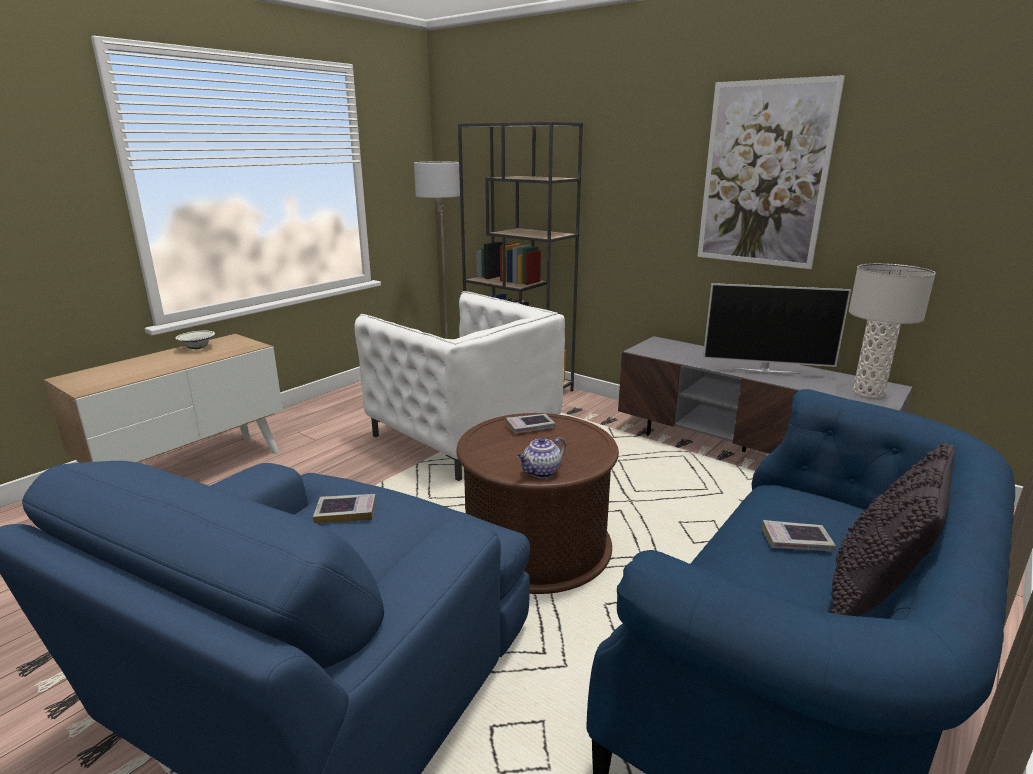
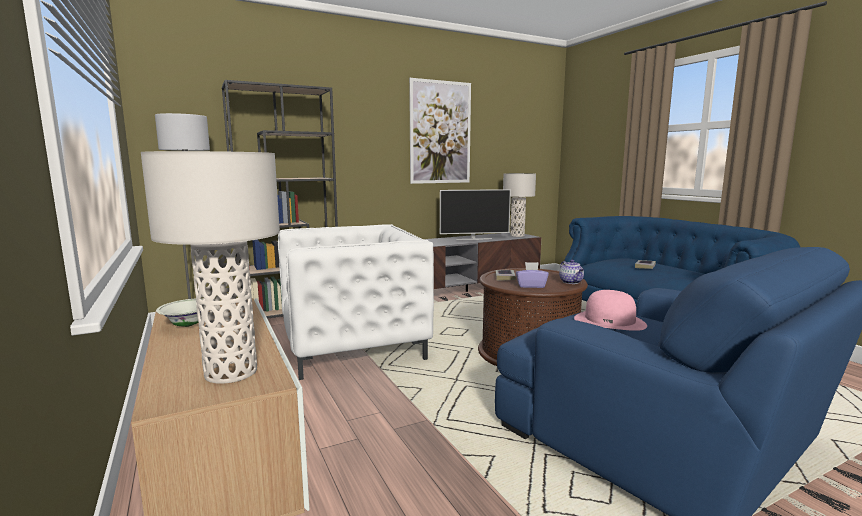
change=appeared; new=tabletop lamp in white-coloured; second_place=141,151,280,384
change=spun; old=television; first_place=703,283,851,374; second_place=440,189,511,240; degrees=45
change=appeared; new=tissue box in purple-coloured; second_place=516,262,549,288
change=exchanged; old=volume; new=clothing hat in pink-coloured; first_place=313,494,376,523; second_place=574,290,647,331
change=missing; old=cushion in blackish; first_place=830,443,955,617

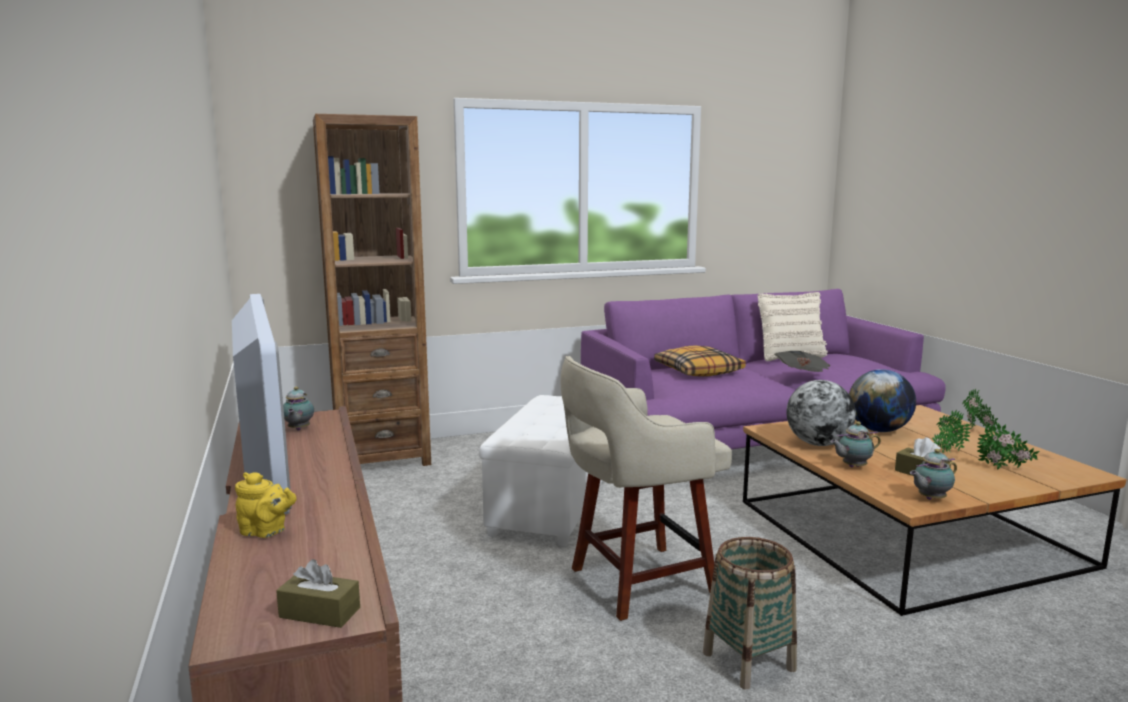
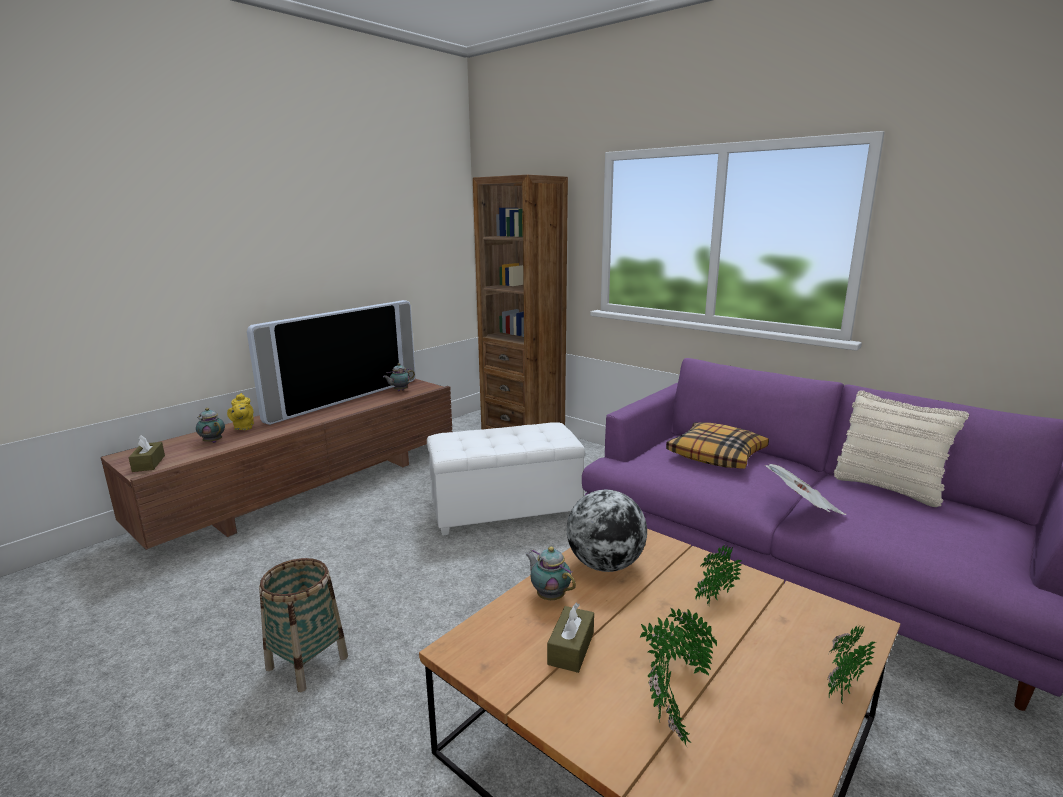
change=relocated; old=tea pot; first_place=910,449,957,500; second_place=196,408,225,443
change=exchanged; old=desk globe; new=houseplant; first_place=849,369,916,432; second_place=695,545,742,607
change=missing; old=stool seat in beige-coloured; first_place=561,356,732,621

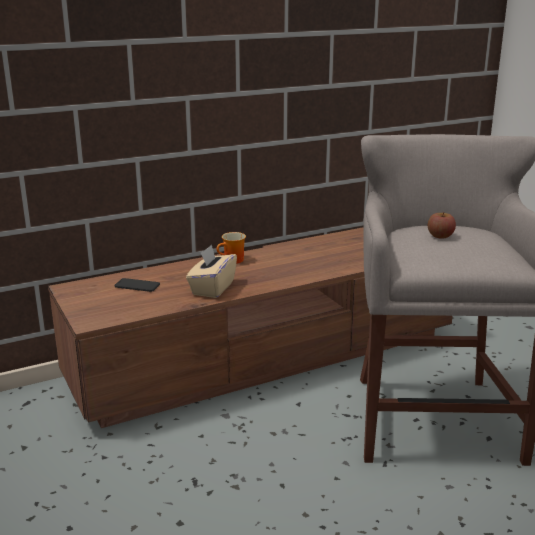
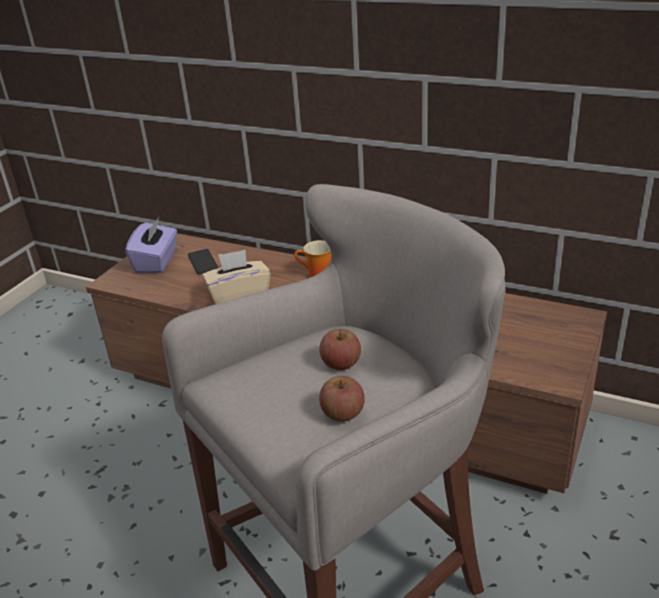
change=appeared; new=tissue box in purple-coloured; second_place=125,218,177,273
change=appeared; new=whole apple; second_place=319,376,365,422

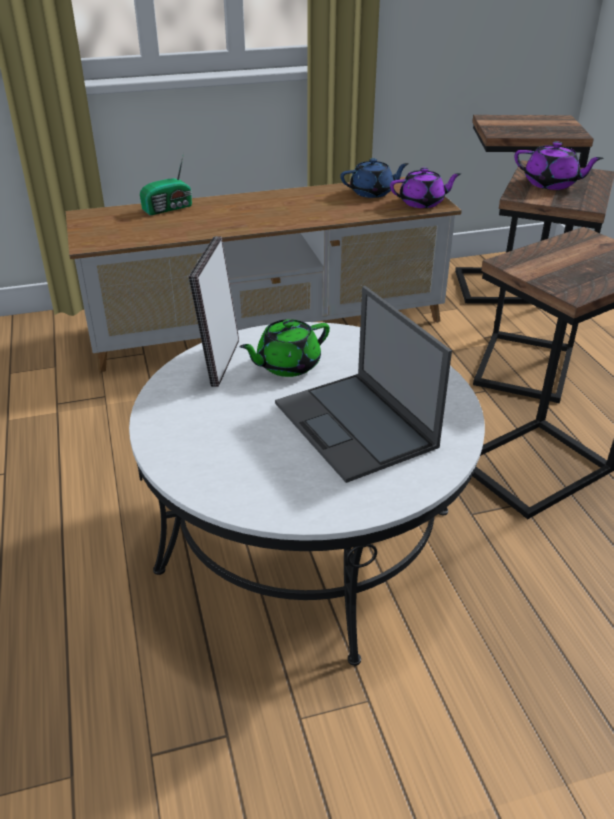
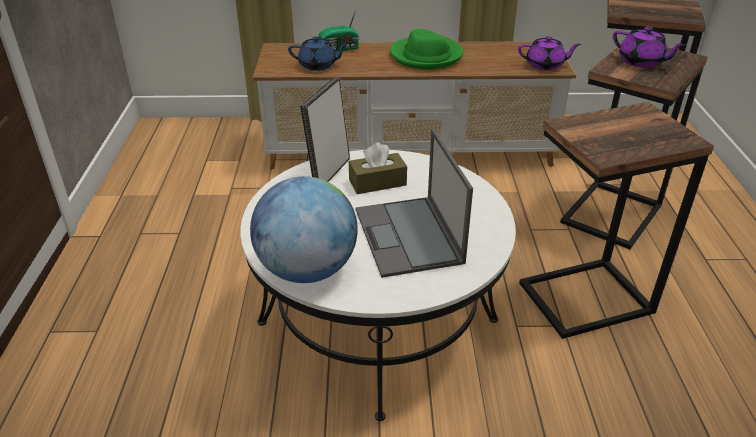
change=appeared; new=desk globe; second_place=250,176,358,283
change=relocated; old=tea pot in bluish; first_place=340,158,409,198; second_place=288,36,348,71
change=exchanged; old=tea pot in greenish; new=tissue box in brownish; first_place=239,319,330,377; second_place=349,142,407,194
change=appeared; new=clothing hat in greenish; second_place=390,29,463,70

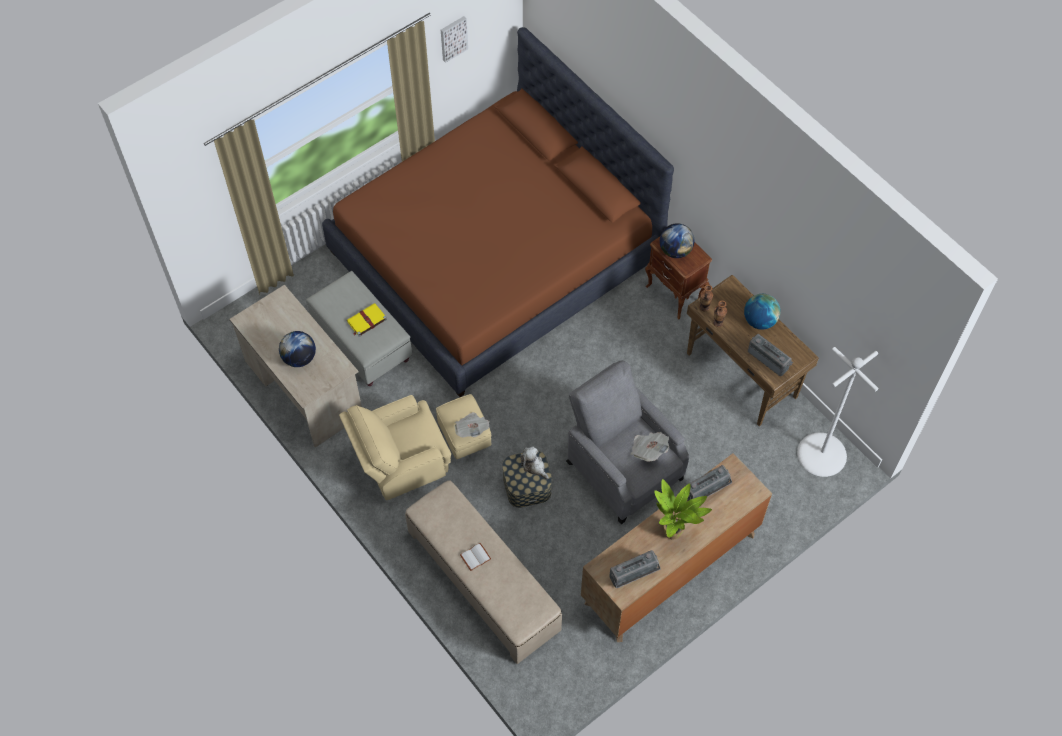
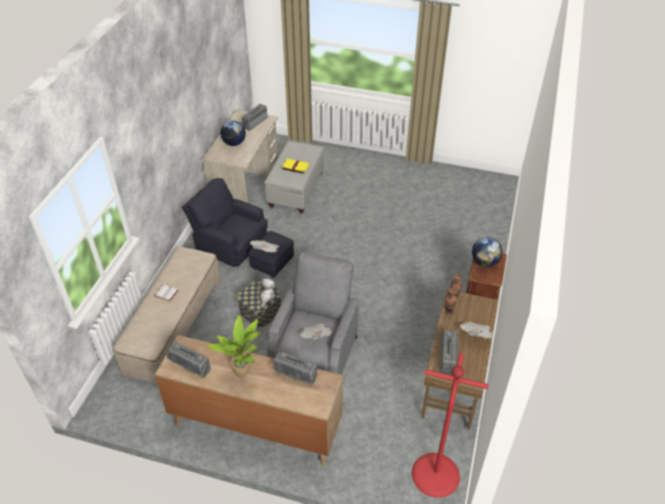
change=colour; old=armchair in beige-coloured; new=armchair in blackish; first_place=339,394,491,500; second_place=182,178,294,278
change=appeared; new=radio set; second_place=240,104,267,131
change=colour; old=garment stand in white-coloured; new=garment stand in reddish; first_place=797,347,879,477; second_place=412,353,489,498
change=exchanged; old=desk globe; new=printed paper; first_place=744,294,781,330; second_place=460,321,493,339
change=missing; old=bed in brownish; first_place=322,27,674,397
change=missing; old=wall art; first_place=441,16,468,63

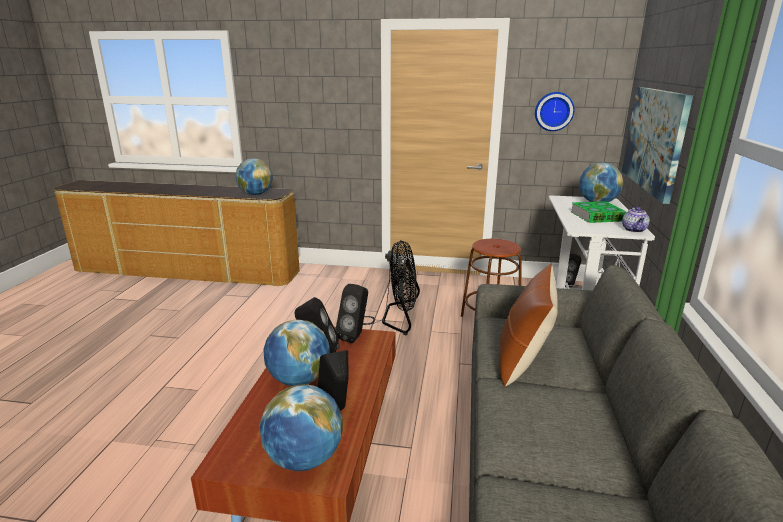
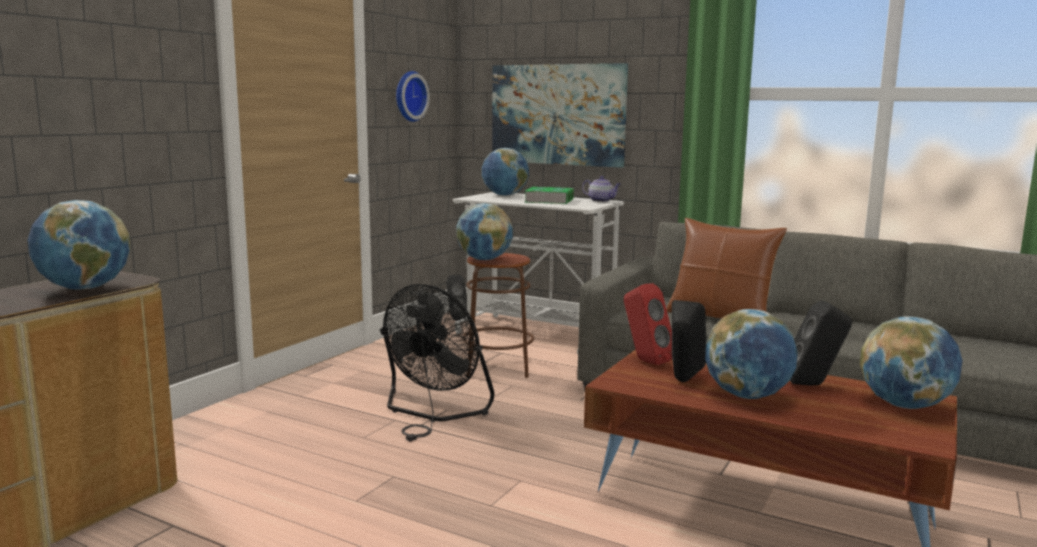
change=appeared; new=desk globe; second_place=456,203,513,260
change=colour; old=speaker in blackish; new=speaker in reddish; first_place=335,284,368,343; second_place=624,283,672,365

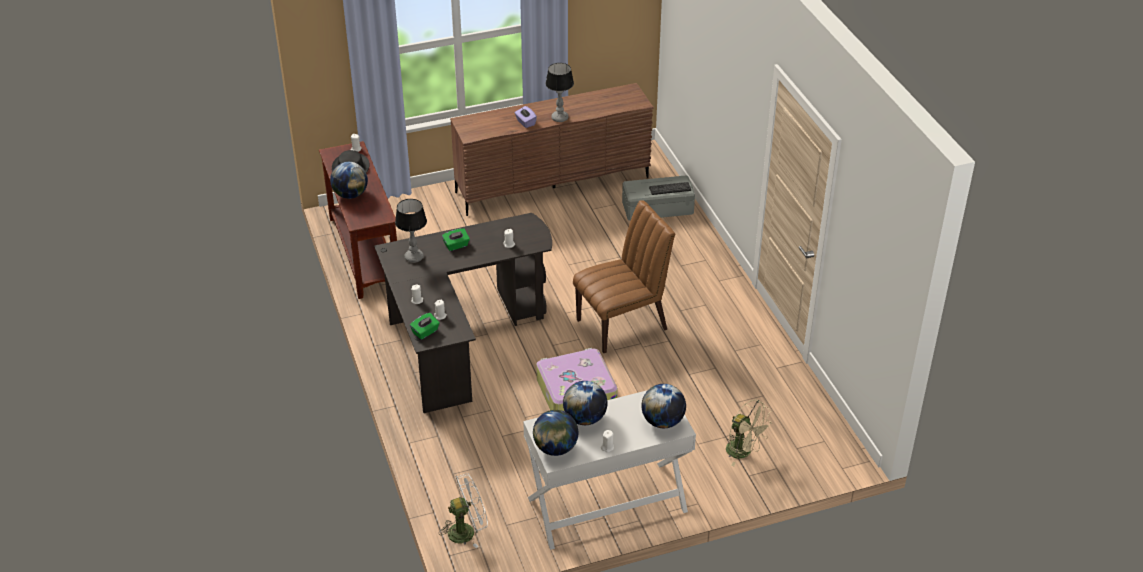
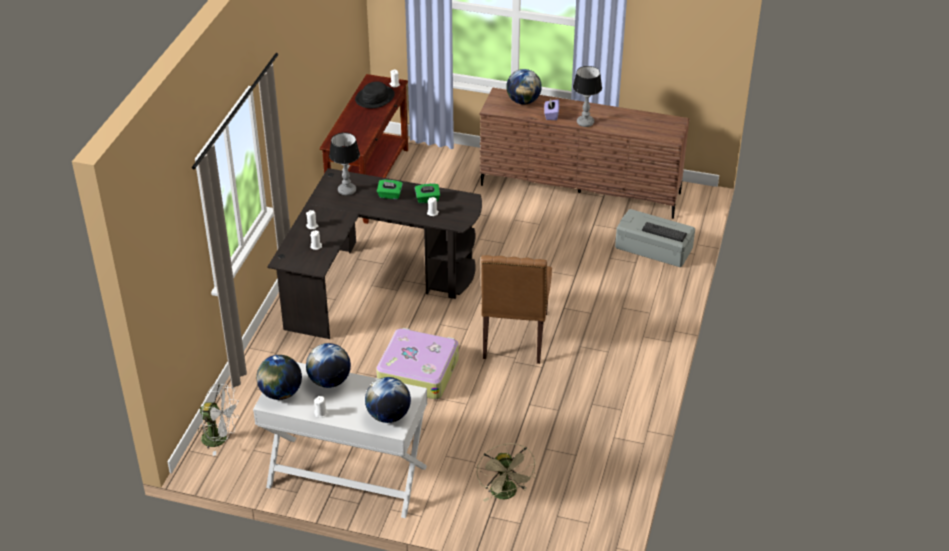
change=relocated; old=tissue box in greenish; first_place=410,313,440,340; second_place=415,184,440,203
change=spun; old=chair in brownish; first_place=573,201,675,353; second_place=481,255,552,364; degrees=90
change=relocated; old=desk globe; first_place=330,162,368,199; second_place=506,69,542,105

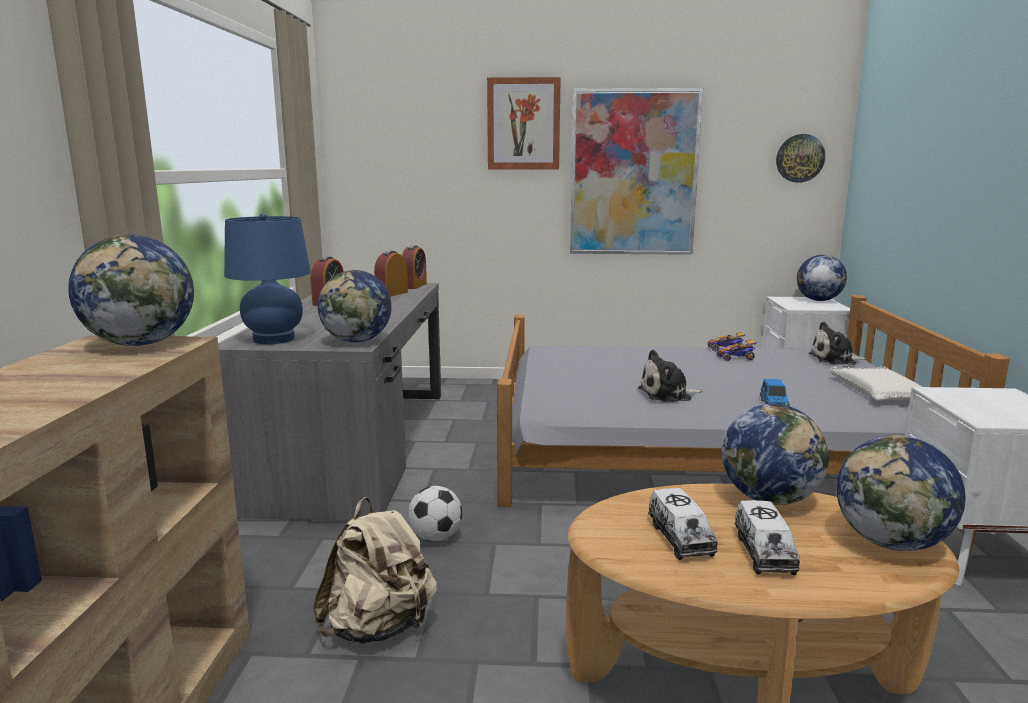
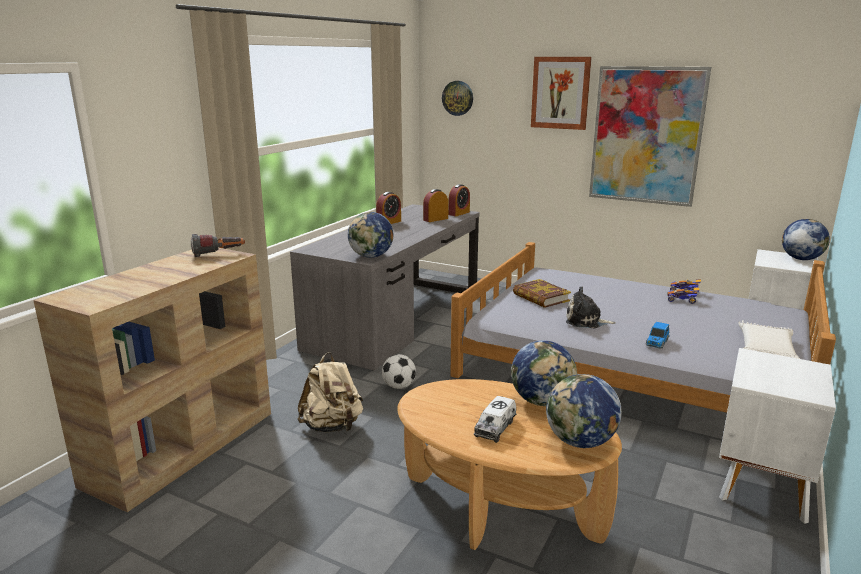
change=exchanged; old=desk globe; new=hand torch; first_place=68,234,194,346; second_place=191,234,245,257
change=relocated; old=hanging clock; first_place=776,134,825,183; second_place=442,81,473,116
change=appeared; new=volume; second_place=513,279,571,308
change=missing; old=tabletop lamp in bluish; first_place=224,213,311,344
change=missing; old=model truck; first_place=648,488,718,560
change=missing; old=cuddly toy; first_place=808,322,866,365

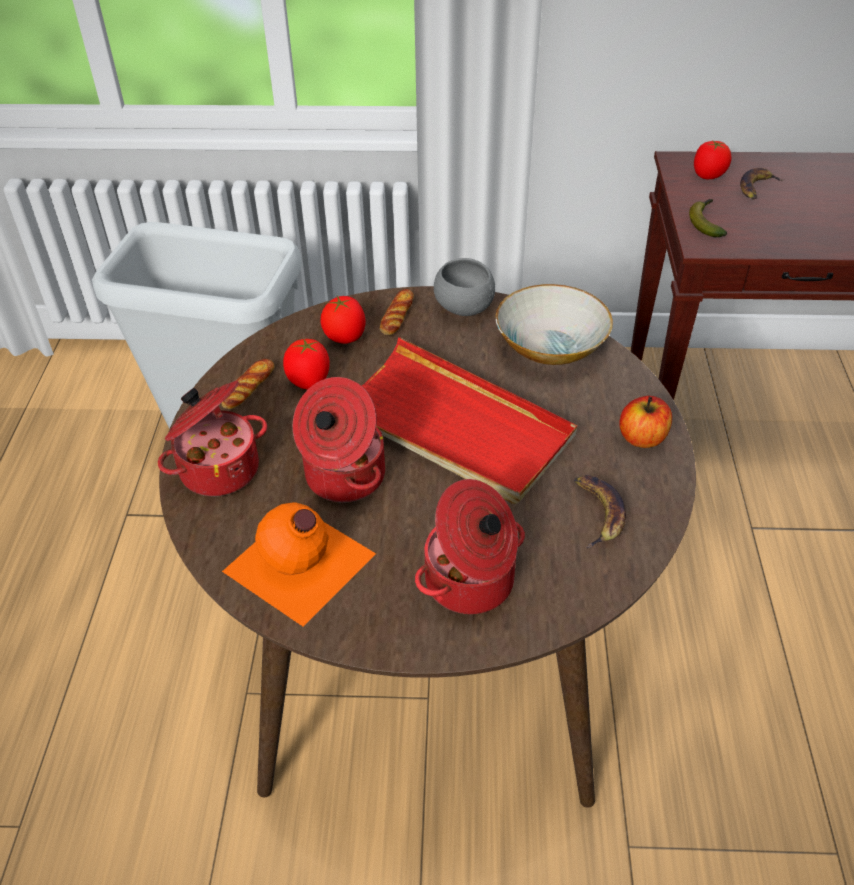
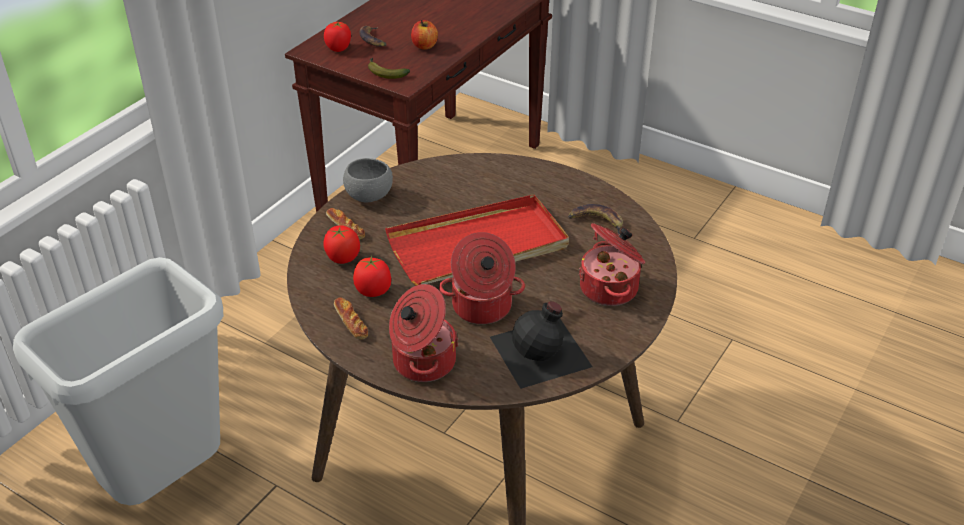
change=relocated; old=whole apple; first_place=619,396,672,448; second_place=411,20,438,50
change=colour; old=drink bottle in orange-coloured; new=drink bottle in blackish; first_place=222,502,376,626; second_place=490,301,593,389
change=missing; old=bowl; first_place=495,284,613,365

